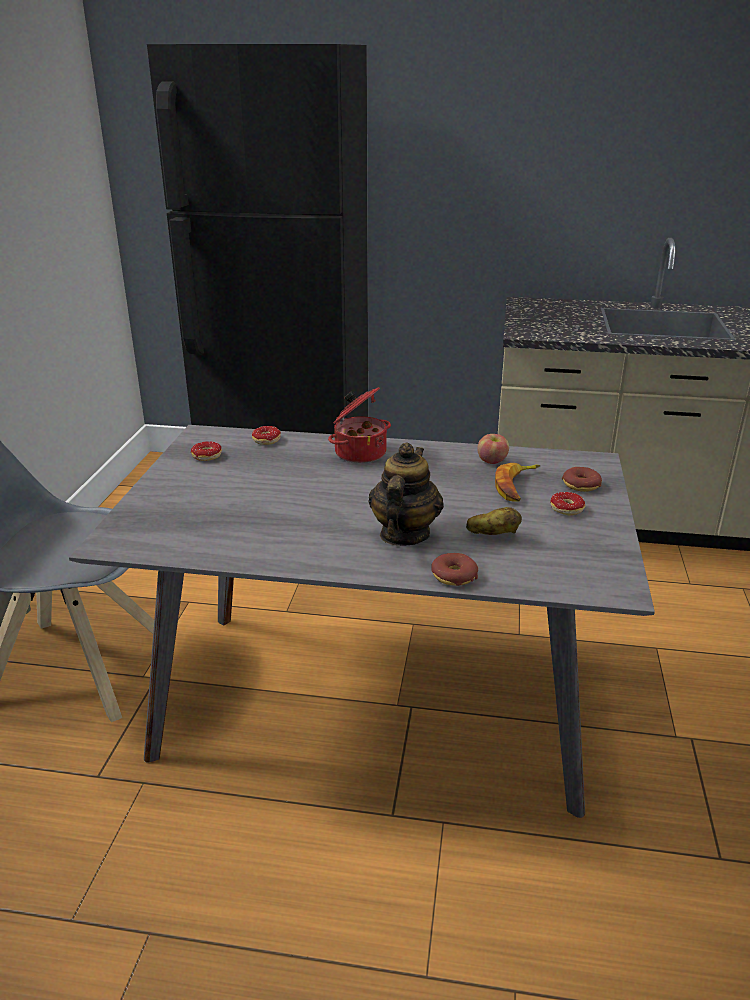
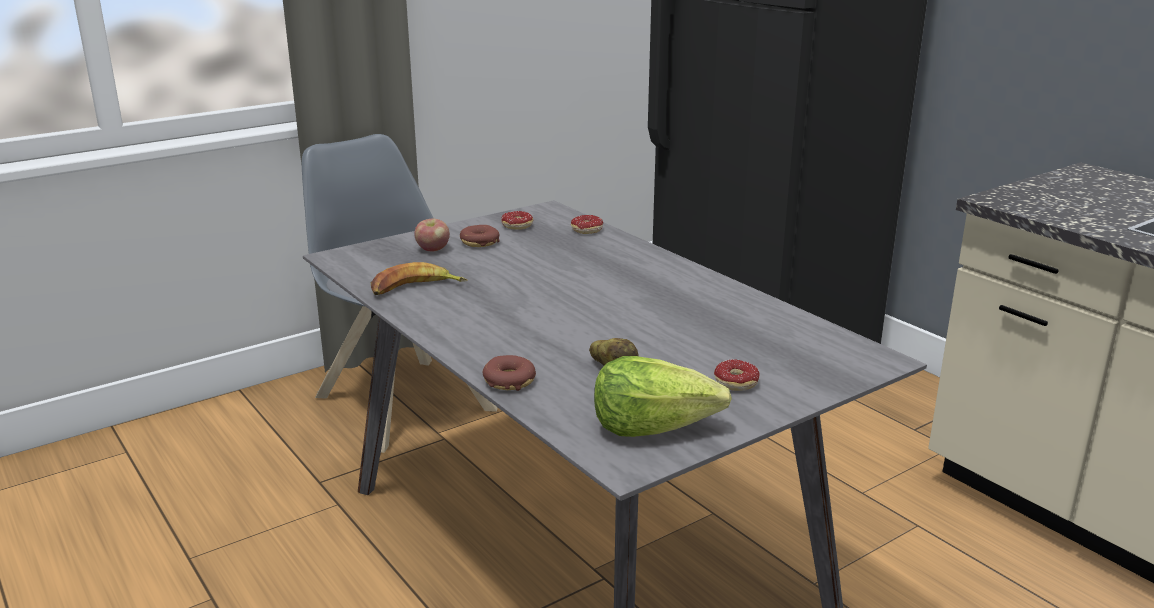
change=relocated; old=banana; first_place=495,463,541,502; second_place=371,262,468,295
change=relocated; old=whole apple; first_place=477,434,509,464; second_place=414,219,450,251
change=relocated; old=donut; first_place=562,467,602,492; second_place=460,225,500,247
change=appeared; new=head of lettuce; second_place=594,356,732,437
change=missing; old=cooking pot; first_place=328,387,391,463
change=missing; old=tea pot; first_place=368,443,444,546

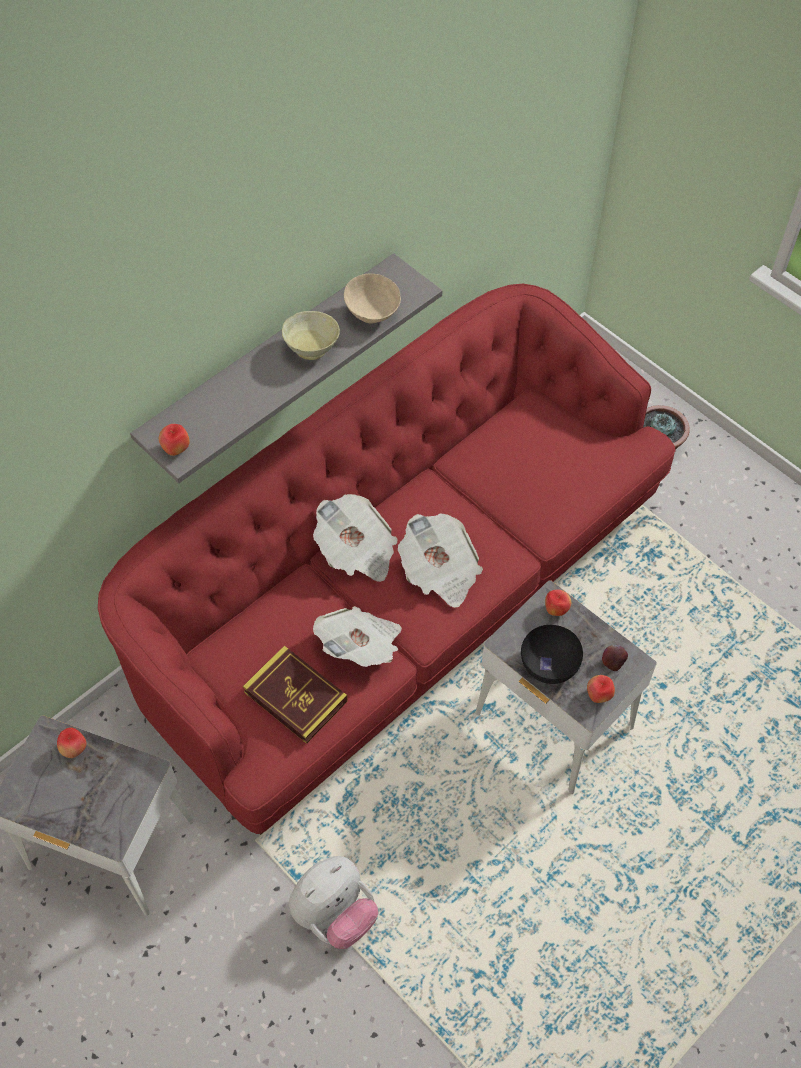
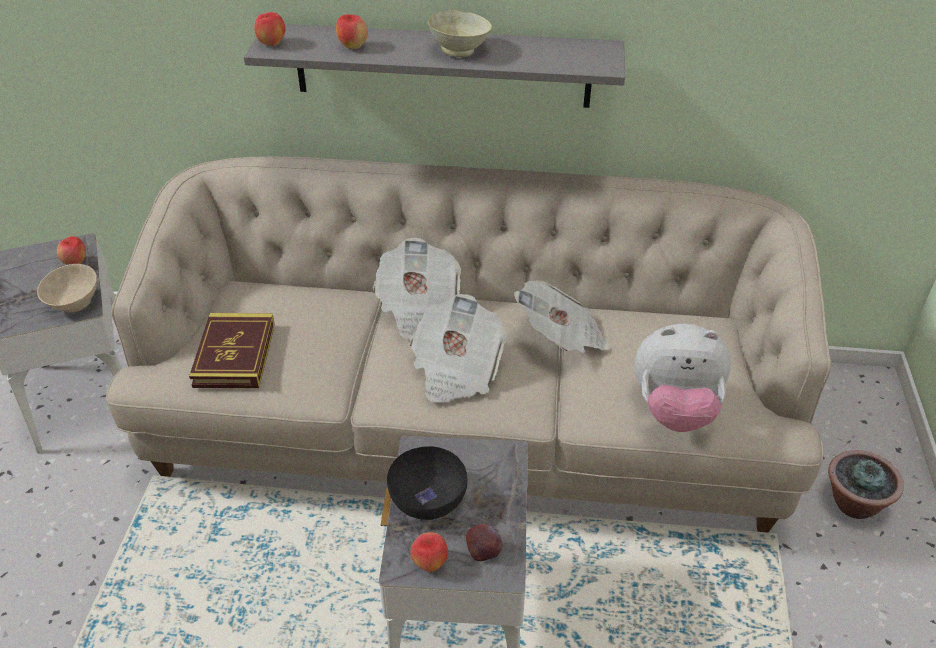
change=relocated; old=bowl in beige-coloured; first_place=344,273,401,323; second_place=37,264,97,312
change=colour; old=settee in reddish; new=settee in beige-coloured; first_place=98,284,676,835; second_place=106,156,831,533
change=relocated; old=whole apple; first_place=545,589,571,616; second_place=336,14,368,49
change=relocated; old=printed paper; first_place=313,606,402,667; second_place=514,280,611,353
change=relocated; old=cuddly toy; first_place=289,856,378,949; second_place=635,324,731,432

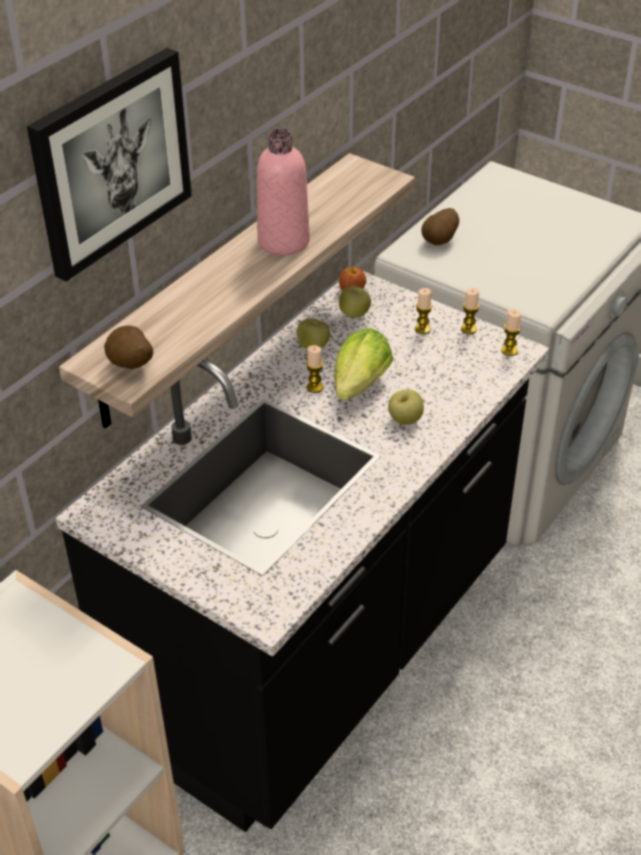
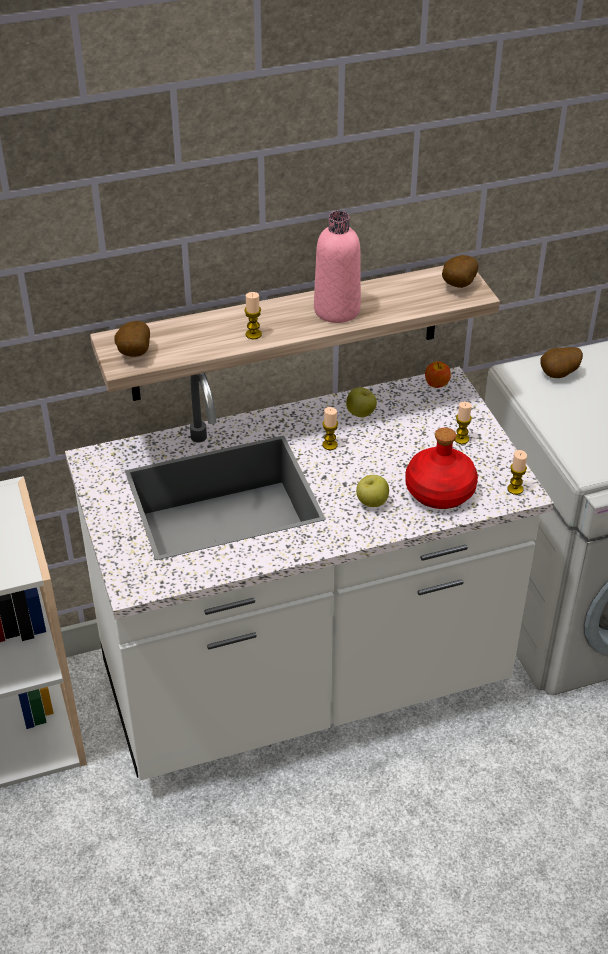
change=colour; old=counter in blackish; new=counter in white-coloured; first_place=55,271,550,832; second_place=65,367,554,780
change=relocated; old=wax candle; first_place=461,288,479,334; second_place=244,292,262,339
change=appeared; new=drink bottle in reddish; second_place=405,428,478,509
change=appeared; new=potato; second_place=442,255,478,288
change=missing; old=wall art; first_place=27,48,192,281
change=missing; old=head of lettuce; first_place=334,328,393,400
change=missing; old=whole apple; first_place=339,286,371,318

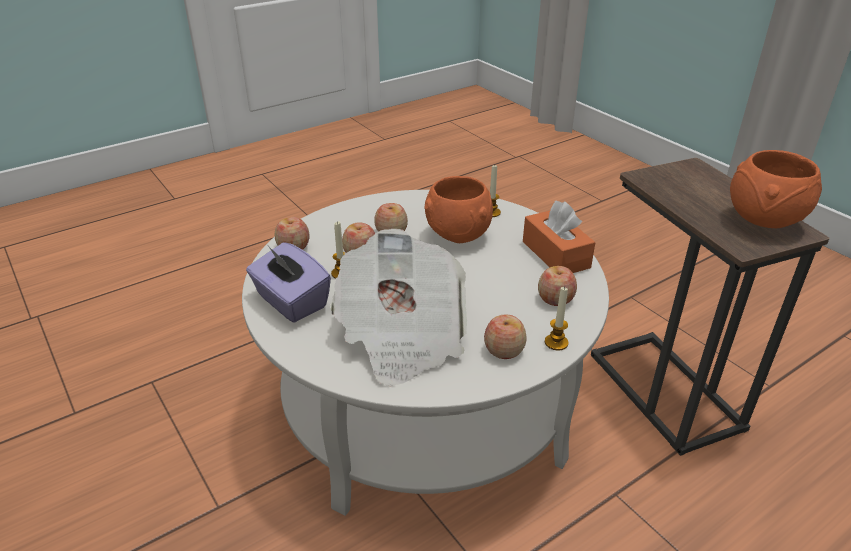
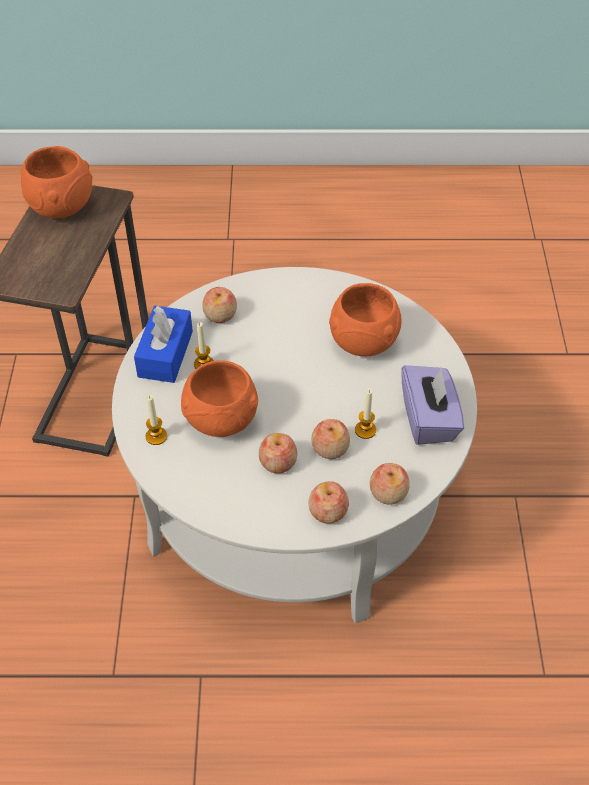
change=colour; old=tissue box in orange-coloured; new=tissue box in bluish; first_place=523,201,595,273; second_place=134,306,193,383
change=relocated; old=wax candle; first_place=545,286,569,350; second_place=194,322,214,369
change=relocated; old=whole apple; first_place=484,315,526,359; second_place=308,481,349,524
change=exchanged; old=printed paper; new=bowl in orange-coloured; first_place=330,229,467,387; second_place=329,283,402,356

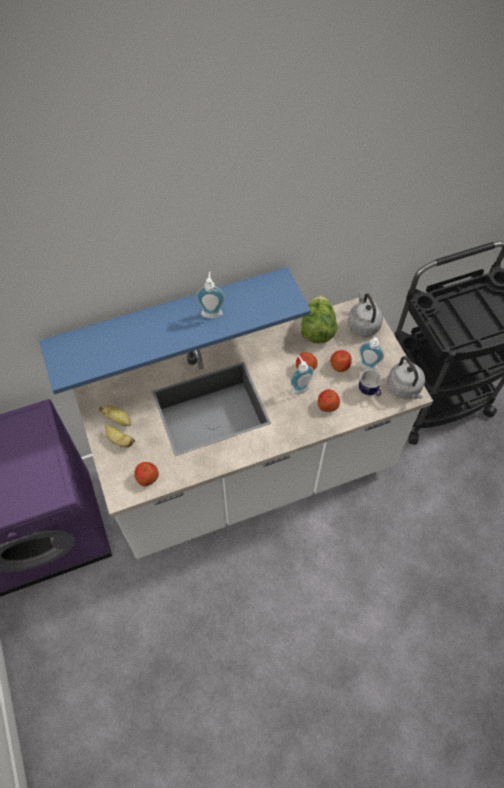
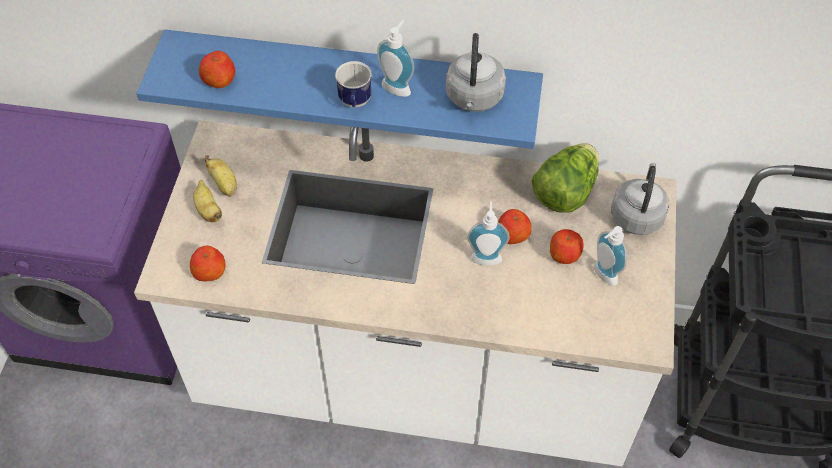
change=relocated; old=whole apple; first_place=318,389,340,412; second_place=199,51,235,88
change=relocated; old=tea mug; first_place=359,369,382,396; second_place=335,61,372,108
change=relocated; old=water kettle in greyish; first_place=387,356,425,399; second_place=446,33,506,112

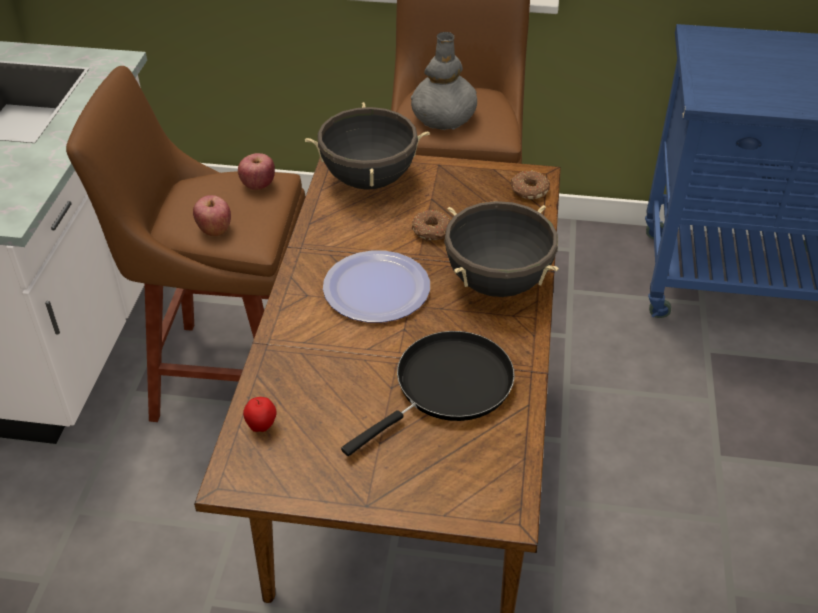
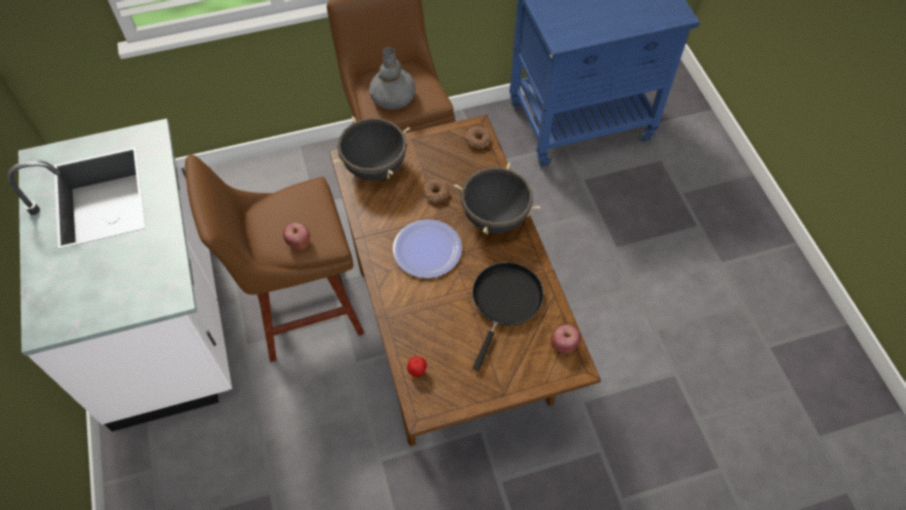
change=relocated; old=whole apple; first_place=238,153,275,190; second_place=551,324,581,353

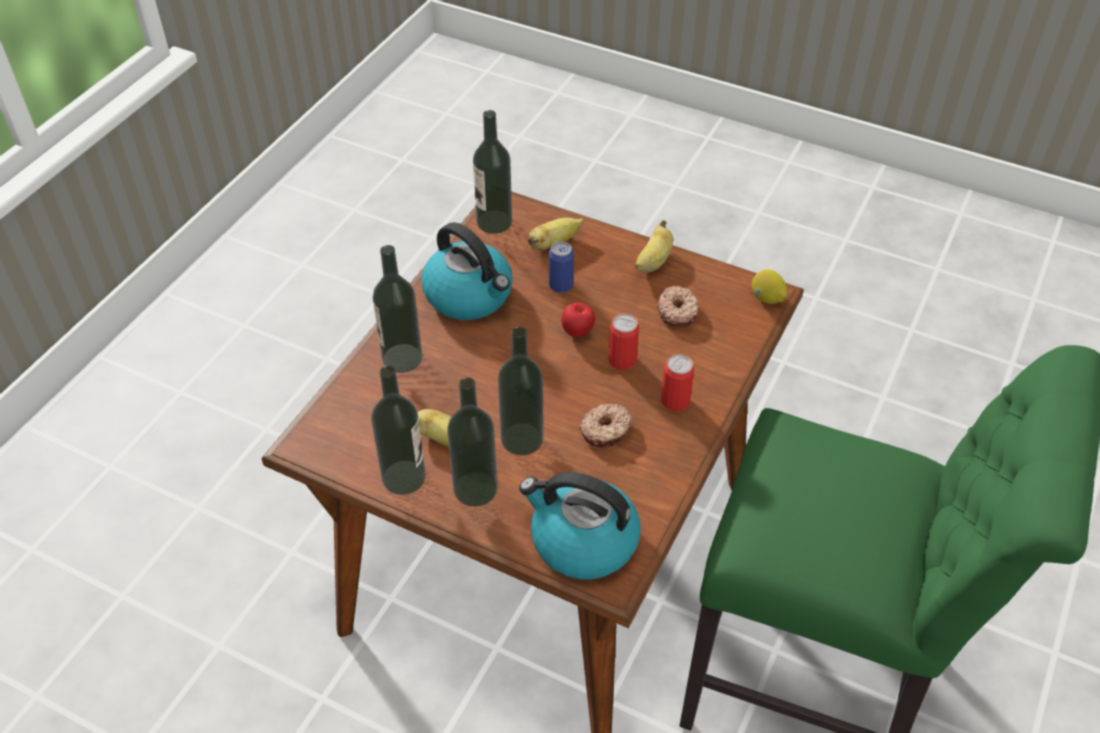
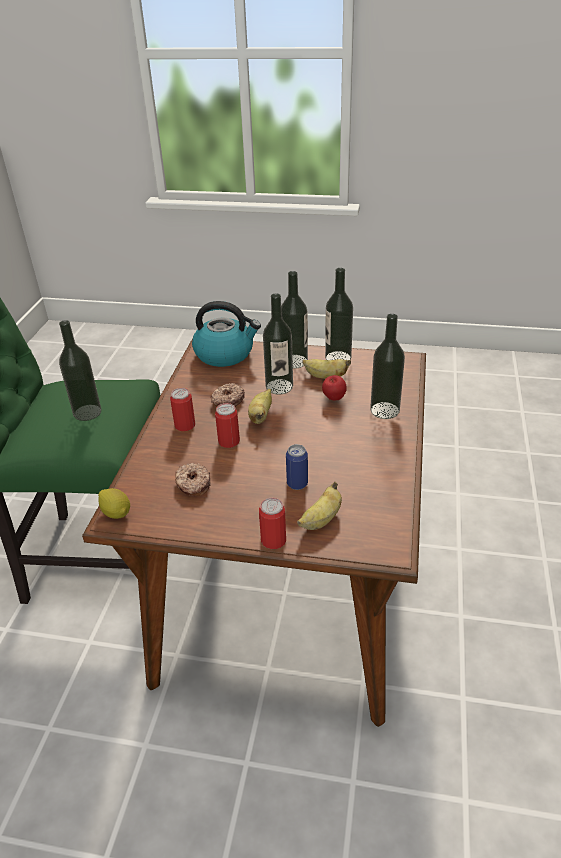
change=relocated; old=drink bottle; first_place=473,110,512,234; second_place=59,320,102,421
change=relocated; old=banana; first_place=635,220,673,272; second_place=248,389,272,424
change=appeared; new=can; second_place=259,498,286,549
change=relocated; old=whole apple; first_place=561,303,595,337; second_place=322,375,347,400
change=missing; old=water kettle; first_place=421,222,513,320

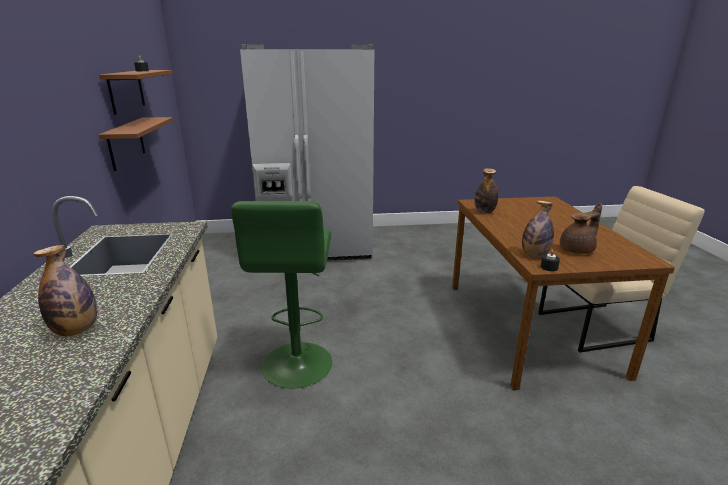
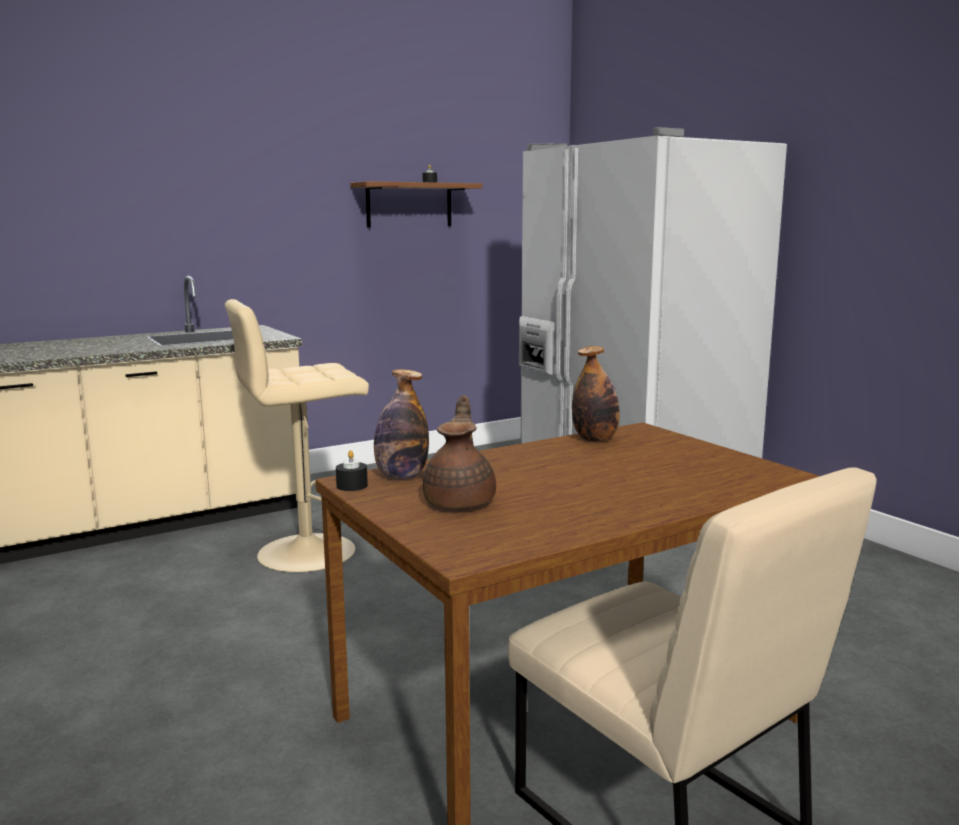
change=colour; old=stool seat in greenish; new=stool seat in beige-coloured; first_place=231,201,332,388; second_place=225,299,369,572
change=spun; old=tea pot in brownish; first_place=560,203,602,254; second_place=423,395,496,509; degrees=-120
change=missing; old=drink bottle; first_place=33,245,97,336
change=missing; old=shelf in brownish; first_place=99,117,173,171

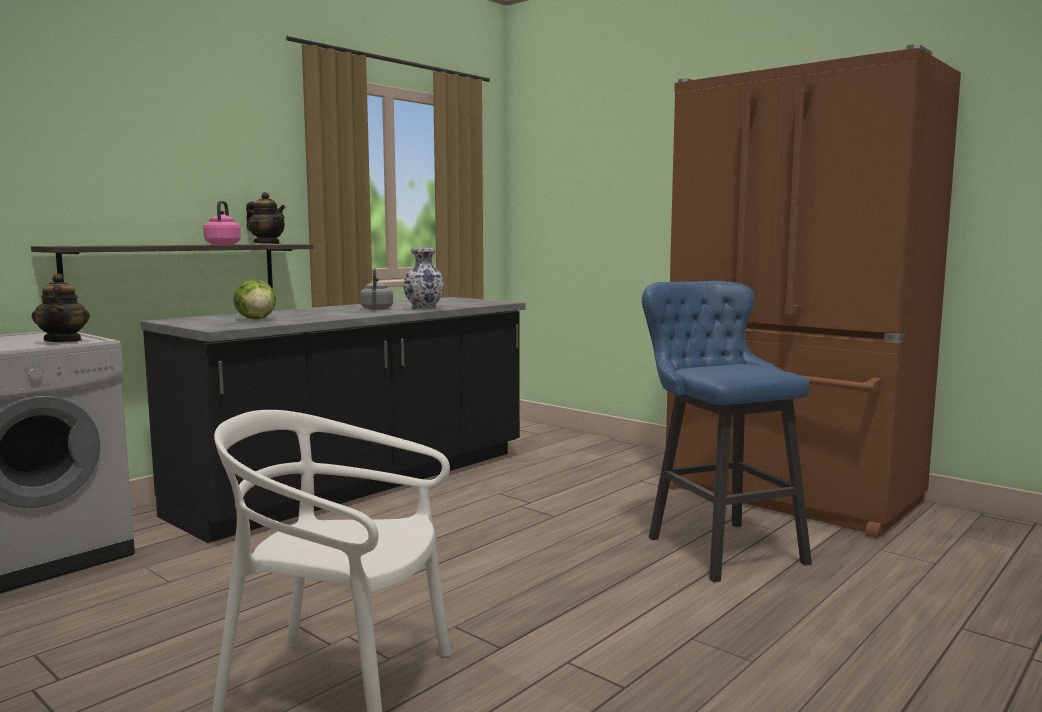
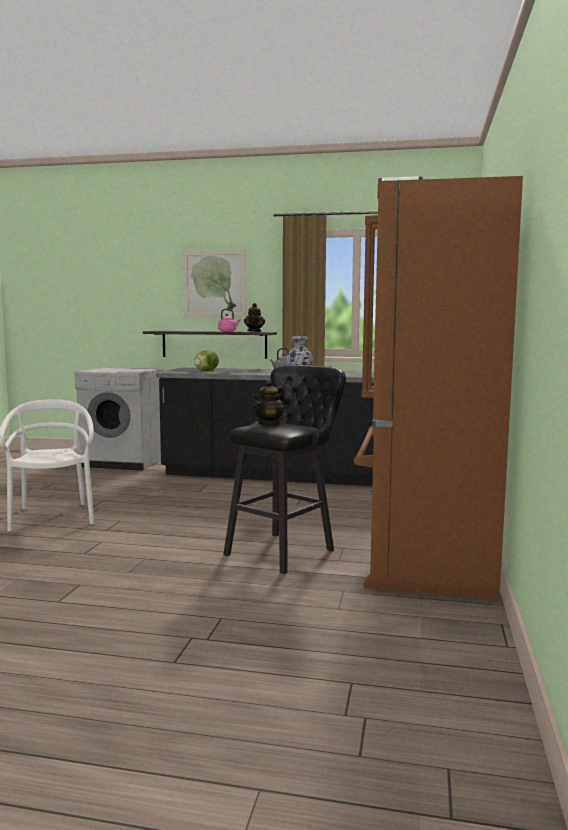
change=appeared; new=wall art; second_place=183,250,246,317
change=colour; old=stool seat in bluish; new=stool seat in blackish; first_place=642,281,812,583; second_place=223,364,346,574
change=relocated; old=tea pot; first_place=32,273,90,342; second_place=252,380,285,426

